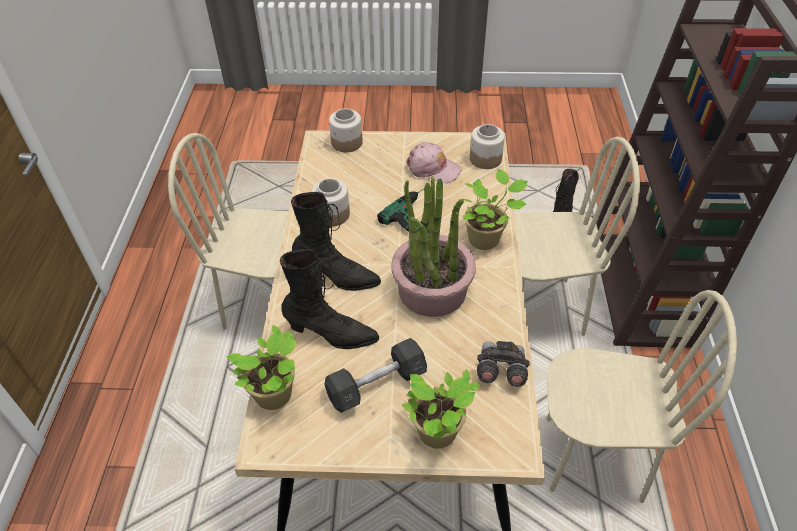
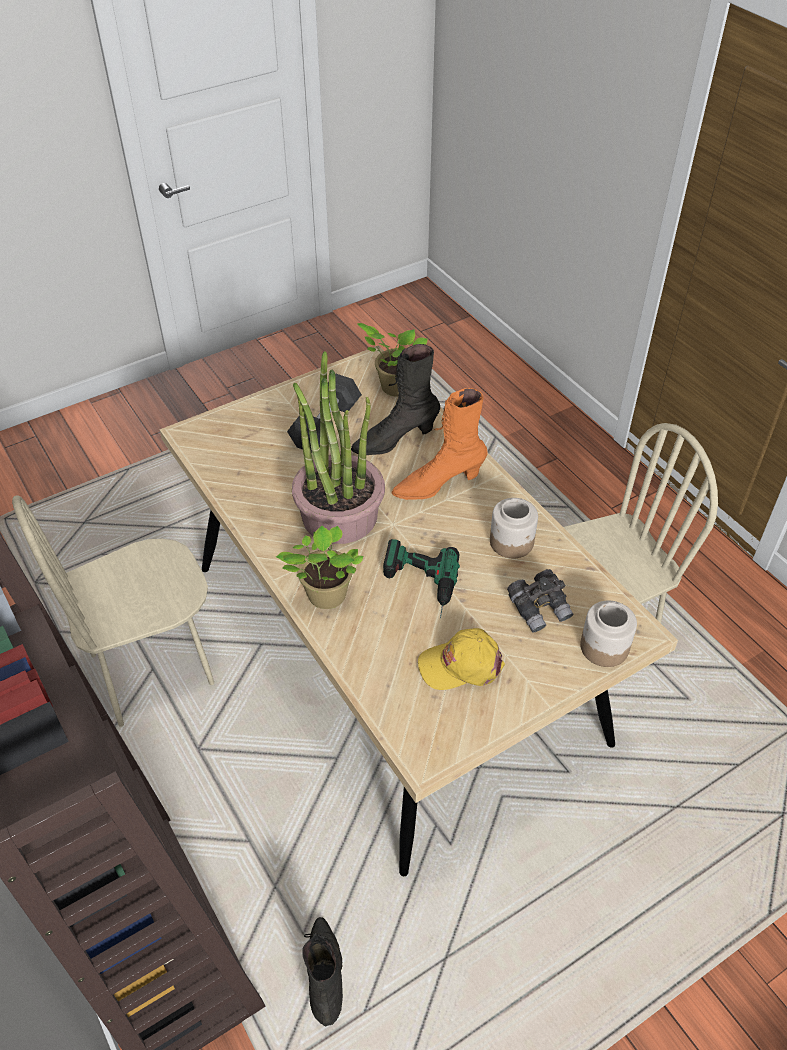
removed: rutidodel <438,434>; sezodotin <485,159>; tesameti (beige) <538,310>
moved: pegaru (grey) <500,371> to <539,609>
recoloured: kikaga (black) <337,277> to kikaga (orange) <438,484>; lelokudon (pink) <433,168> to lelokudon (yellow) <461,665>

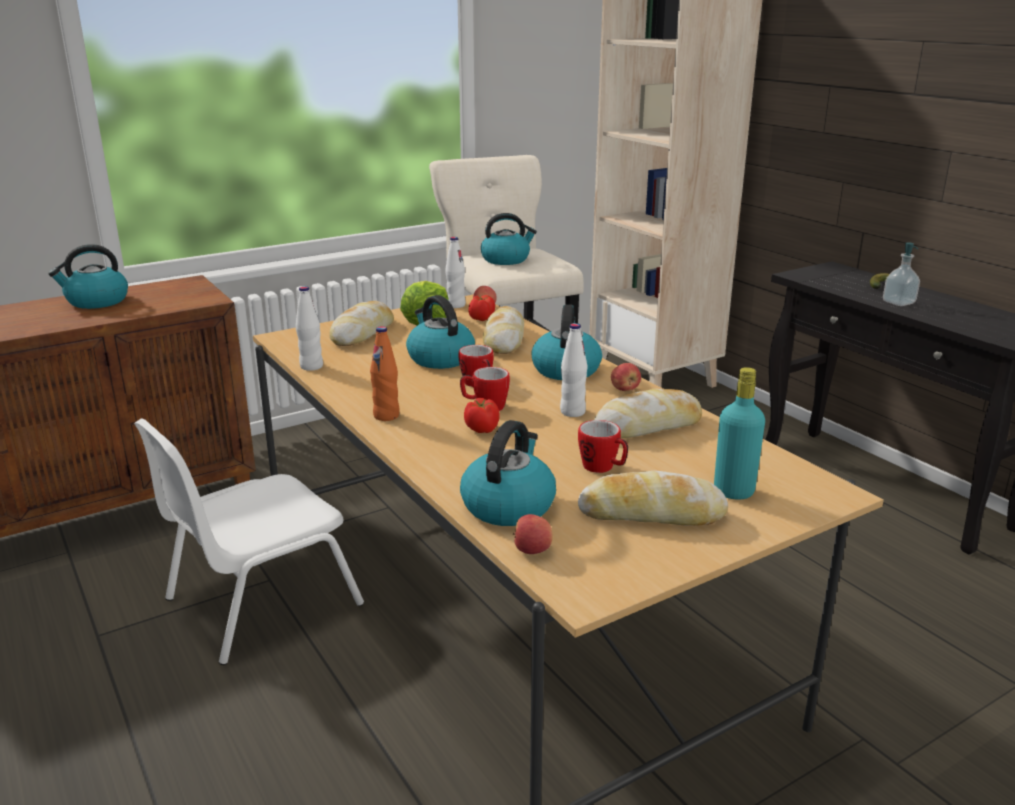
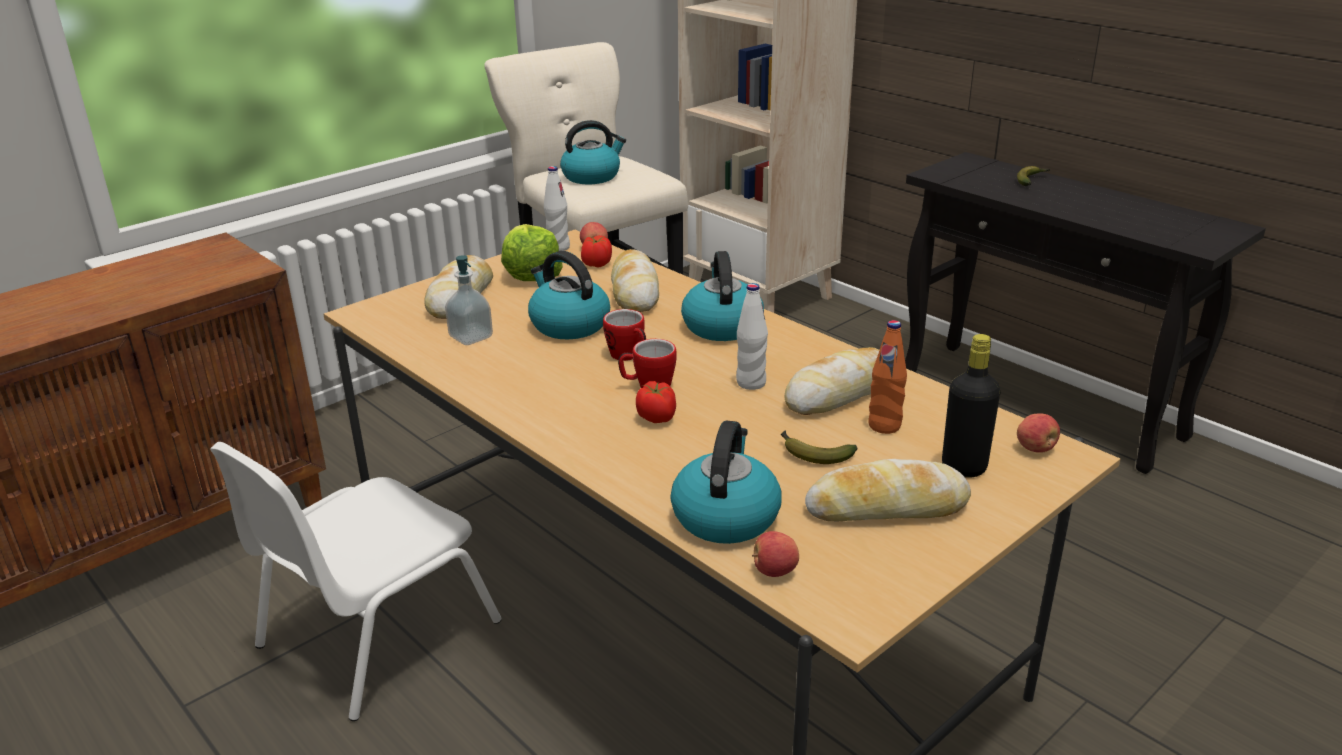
removed: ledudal <96,301>; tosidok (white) <311,366>
moved: tosidok (orange) <386,416> to <884,426>; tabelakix <625,389> to <1035,448>; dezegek <898,302> to <471,337>
replaced: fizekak <603,468> to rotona <813,454>
recoloured: tosidok (turquoise) <733,492> to tosidok (black) <964,468>

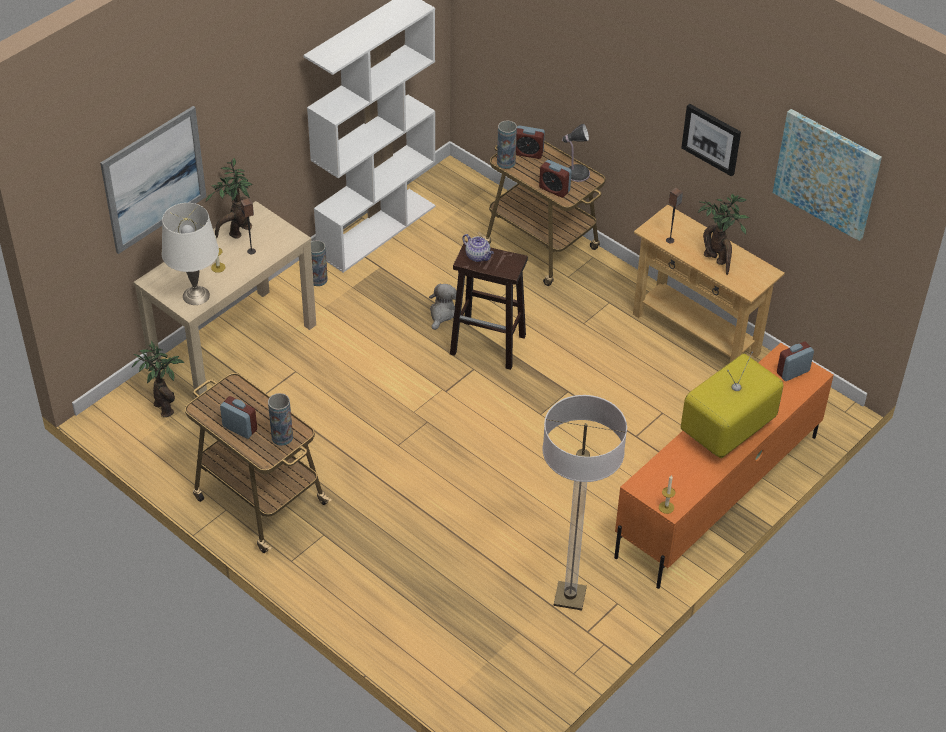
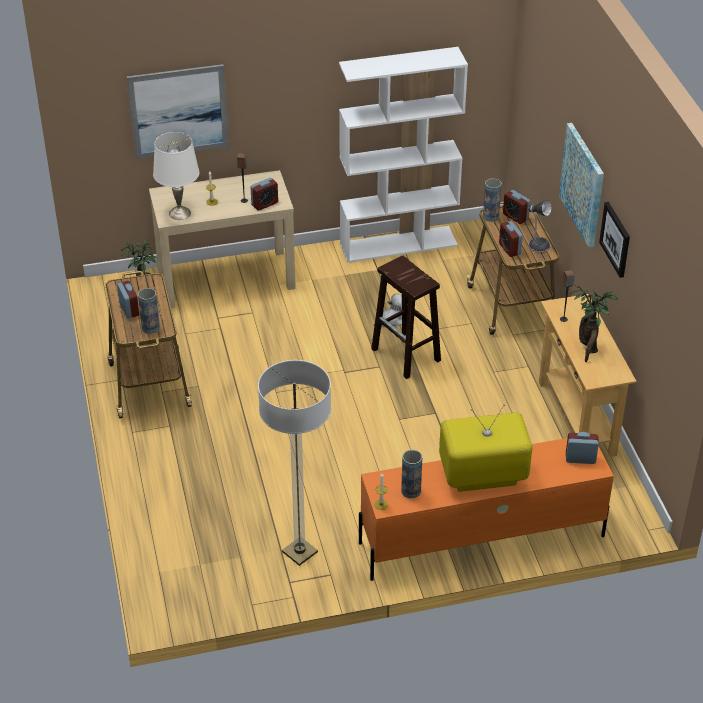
removed: rutidodel <236,232>; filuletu <478,256>
added: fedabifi <264,204>
moved: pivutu <318,279> to <411,491>; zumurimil <827,173> to <583,184>

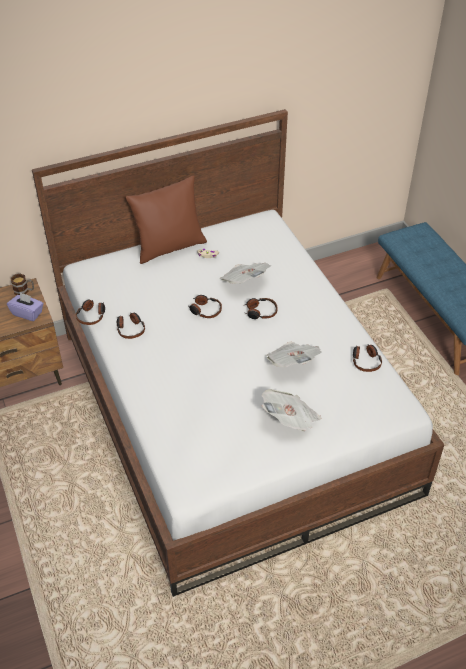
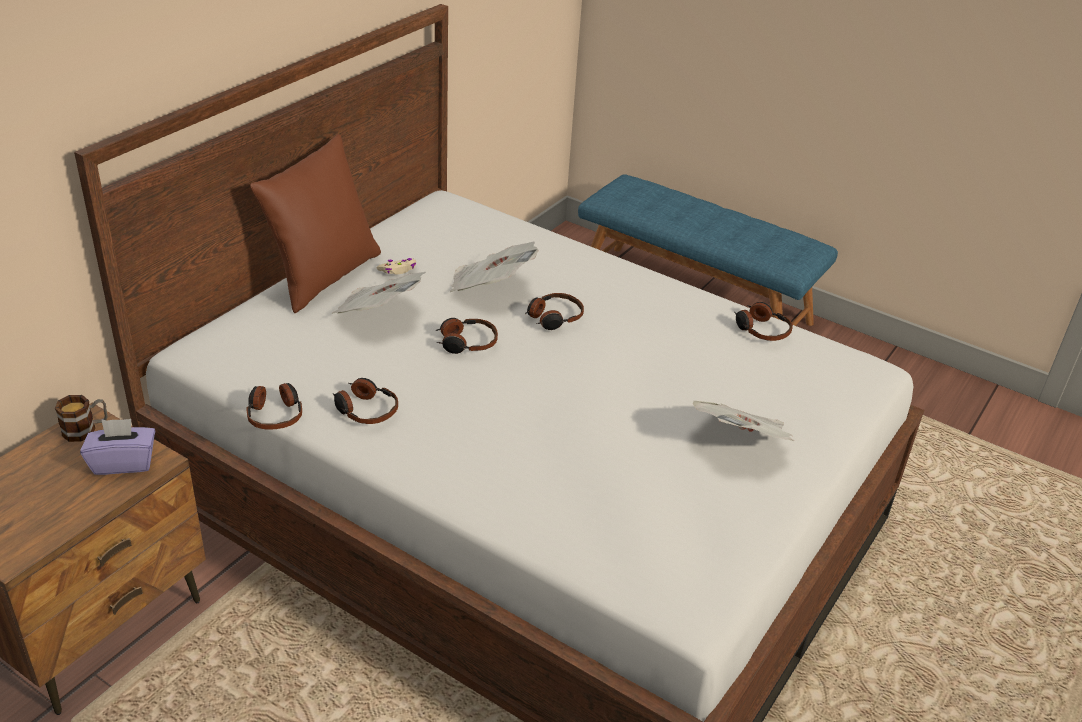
moved: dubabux <292,363> to <379,313>

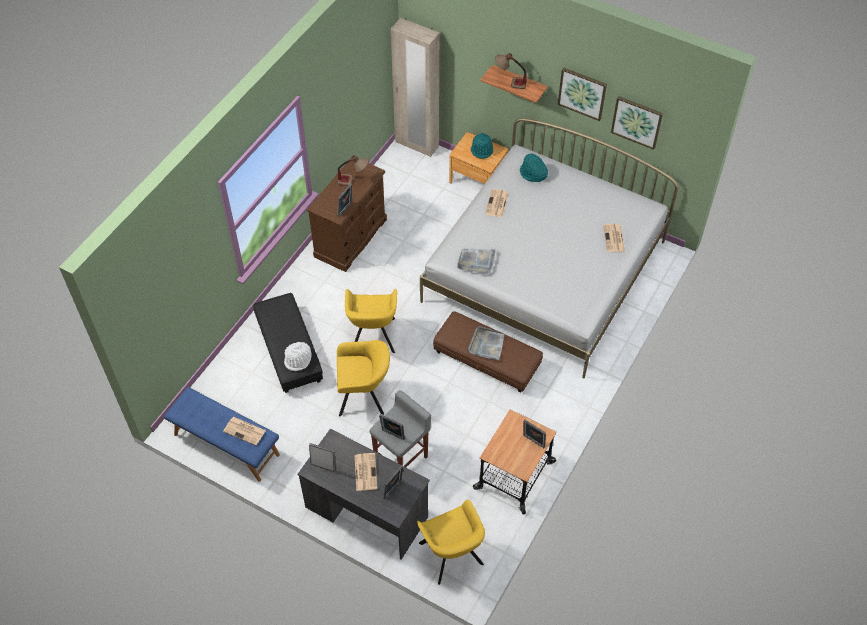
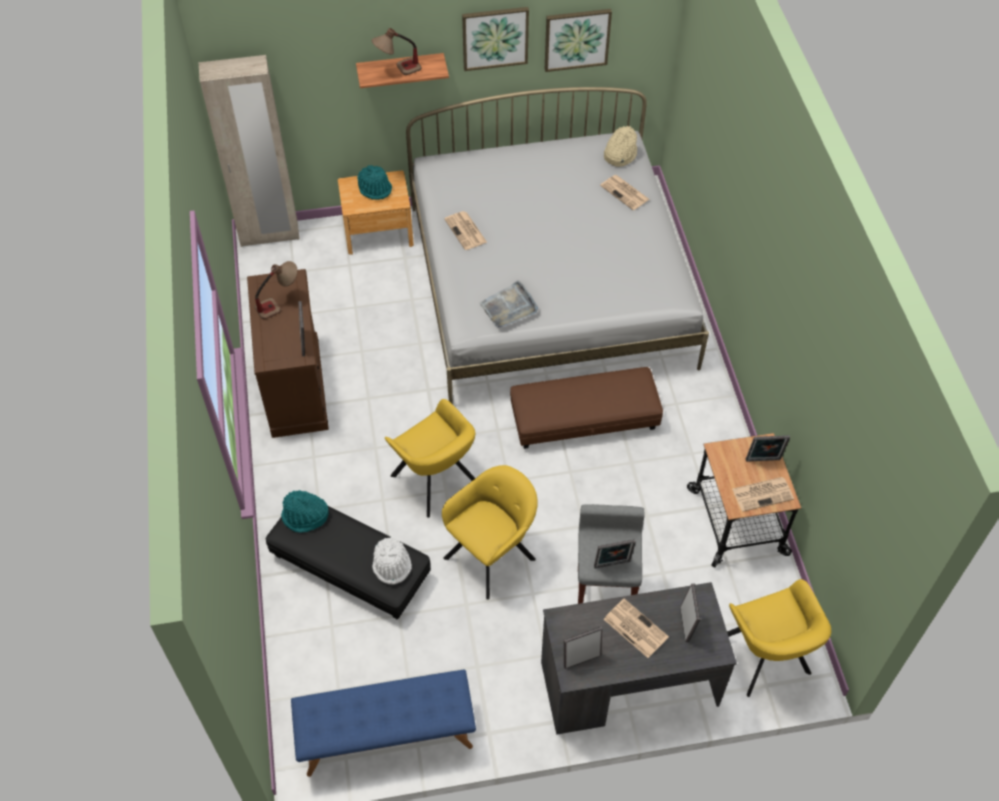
removed: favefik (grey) <486,345>
added: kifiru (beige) <619,154>
moved: dubabux <245,431> to <763,494>; kifiru (turquoise) <533,174> to <305,517>
turned: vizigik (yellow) <451,557> = <765,659> 45 degrees clockwise

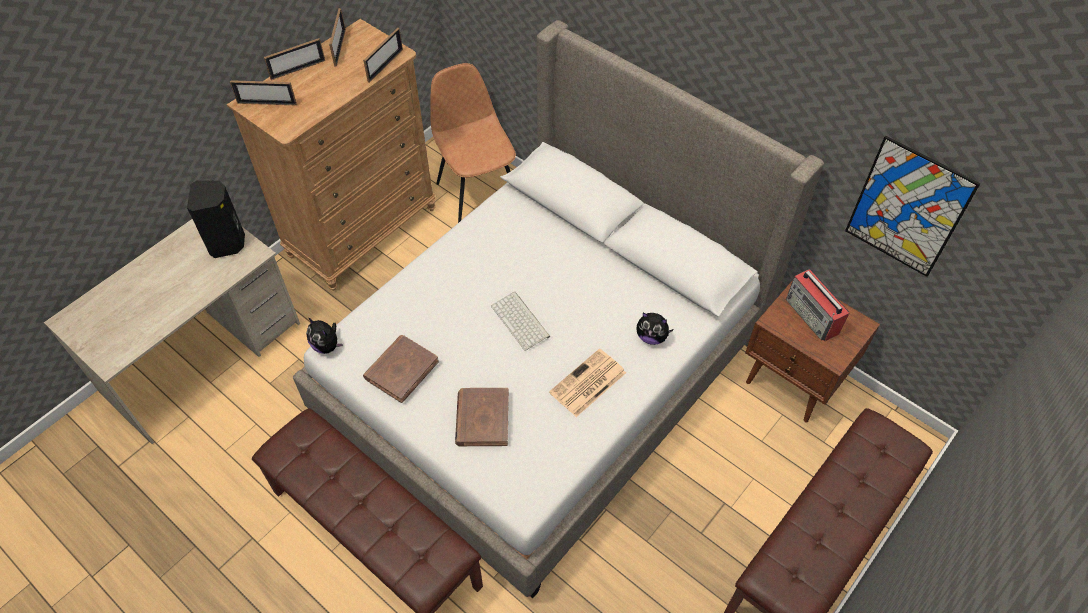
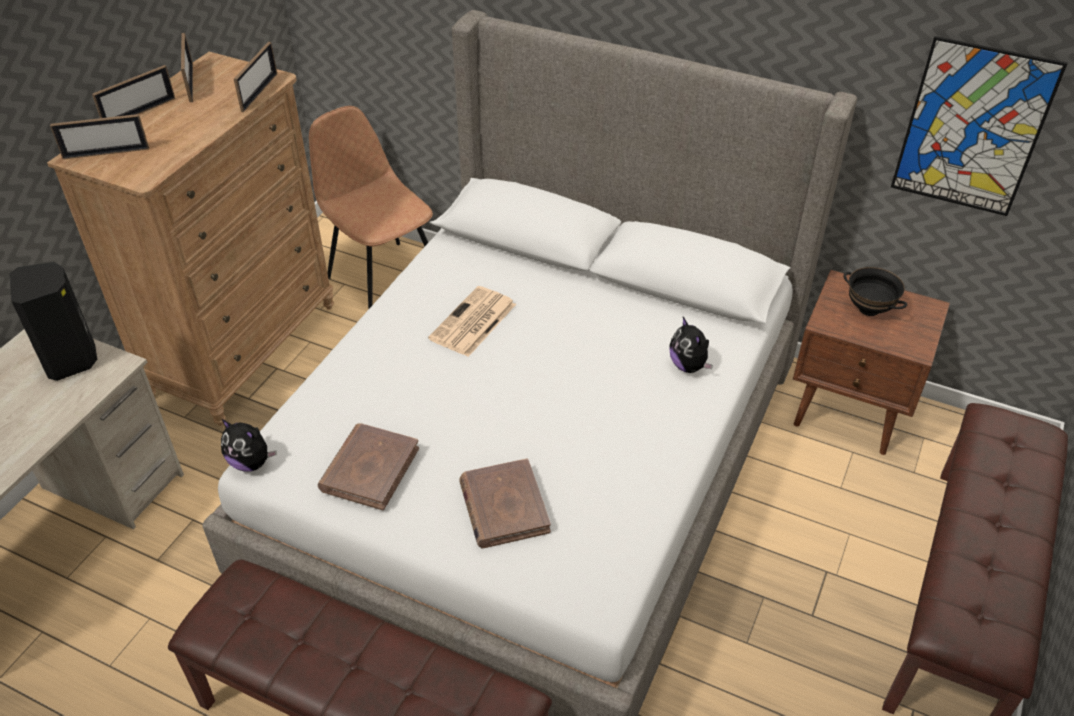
removed: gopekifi <521,321>
moved: dubabux <587,384> to <473,323>
replaced: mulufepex <812,316> to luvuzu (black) <869,309>
turned: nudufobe <651,337> = <689,366> 60 degrees clockwise

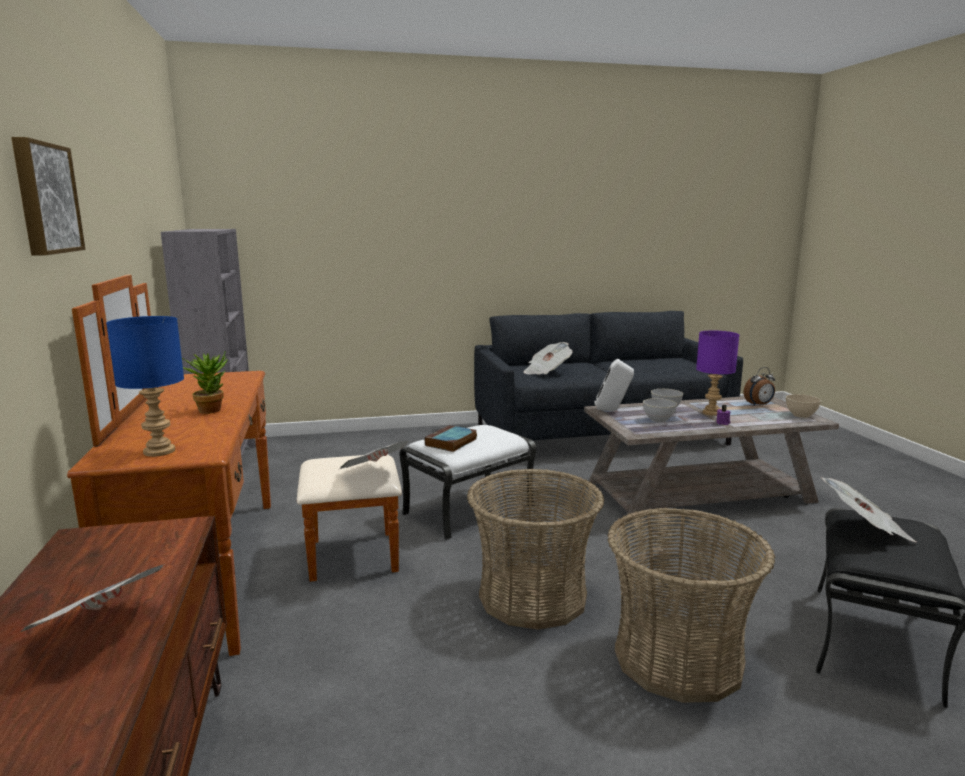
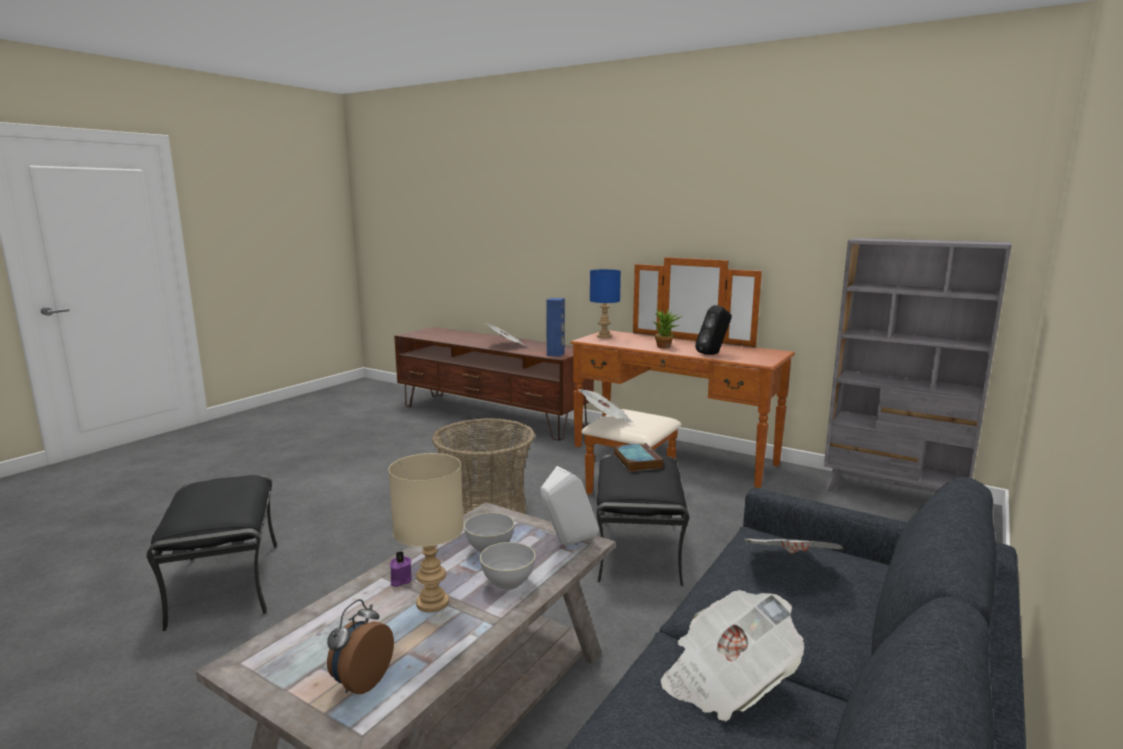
removed: zumurimil <44,198>; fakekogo <678,658>; luvuzu (beige) <801,415>
added: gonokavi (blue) <556,354>; gonokavi (black) <713,354>
moved: dubabux <864,530> to <726,681>
recoloured: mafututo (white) <469,509> to mafututo (black) <639,551>; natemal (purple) <711,413> to natemal (beige) <432,602>

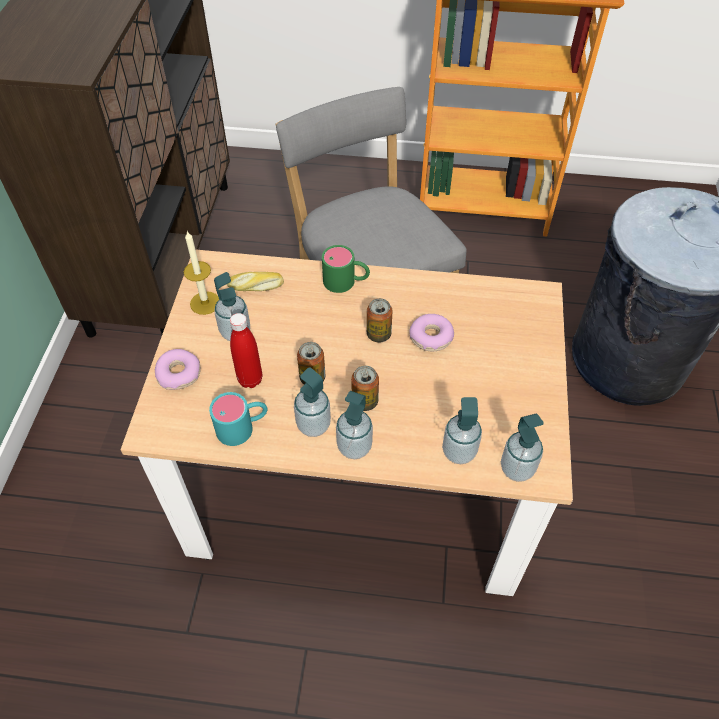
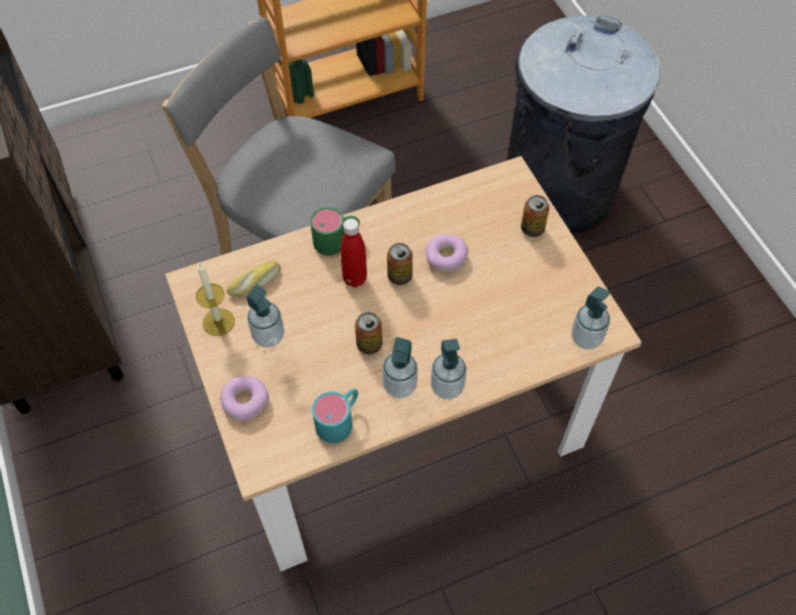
removed: dezegek <459,452>
moved: tosidok (red) <250,379> to <355,279>; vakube <365,401> to <532,229>

